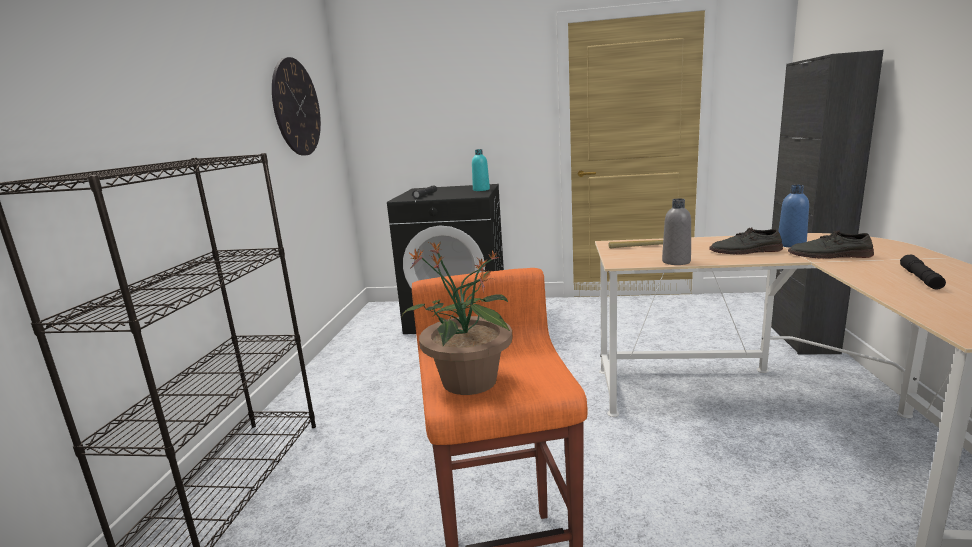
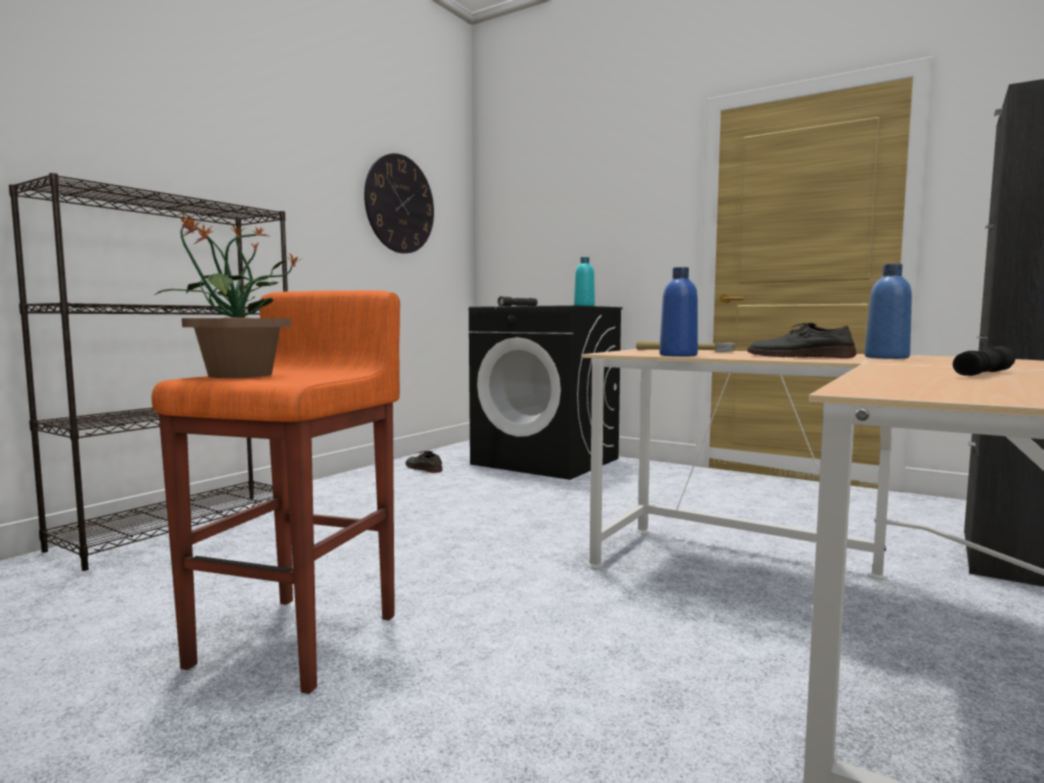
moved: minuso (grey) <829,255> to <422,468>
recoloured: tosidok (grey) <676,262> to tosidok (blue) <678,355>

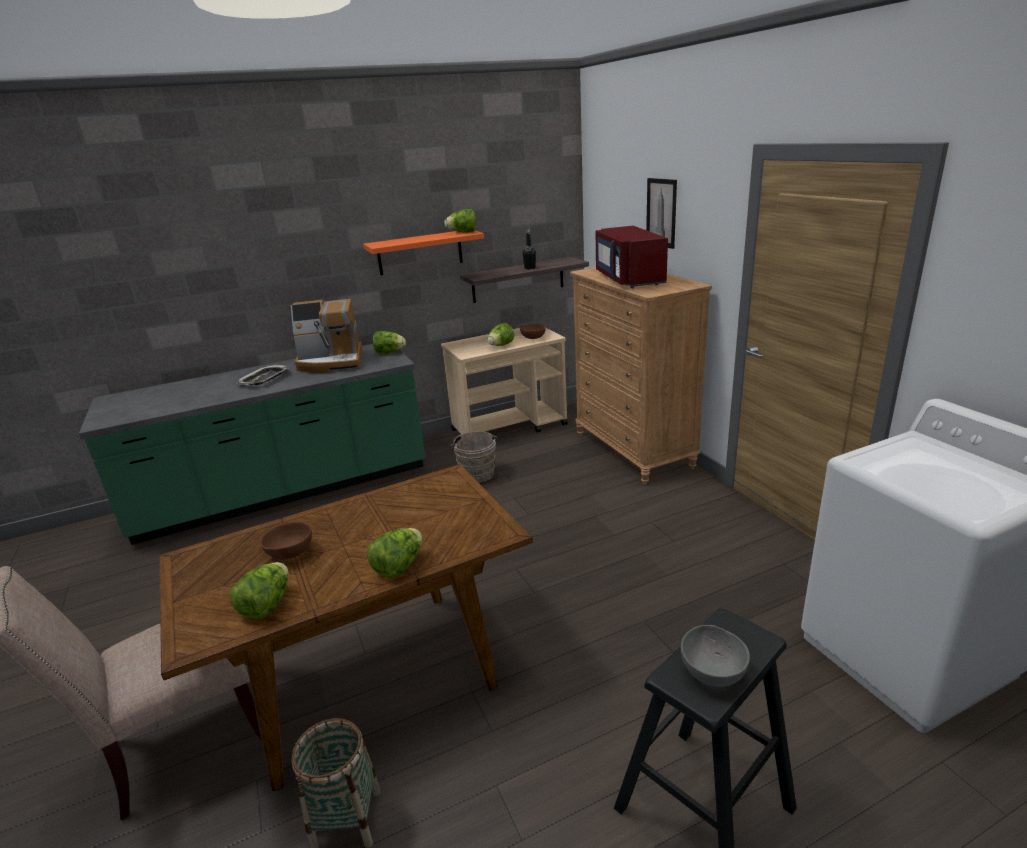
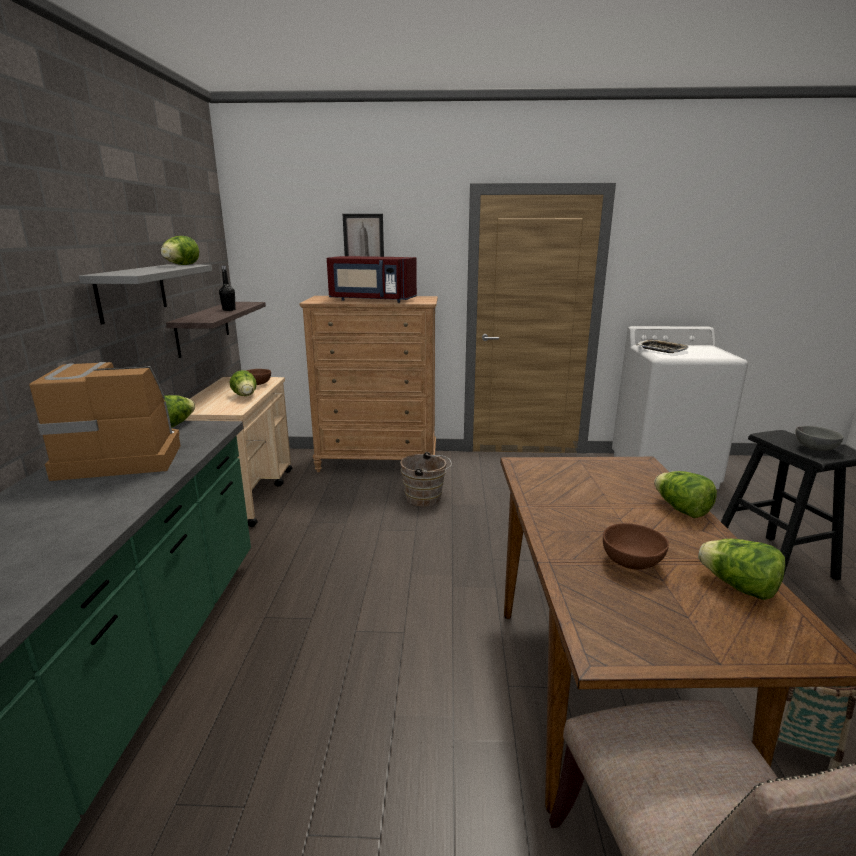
moved: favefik <264,379> to <661,349>; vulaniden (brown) <477,476> to <426,498>
recoloured: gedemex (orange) <420,252> to gedemex (grey) <132,292>
turned: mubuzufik <331,362> = <120,457> 120 degrees counterclockwise

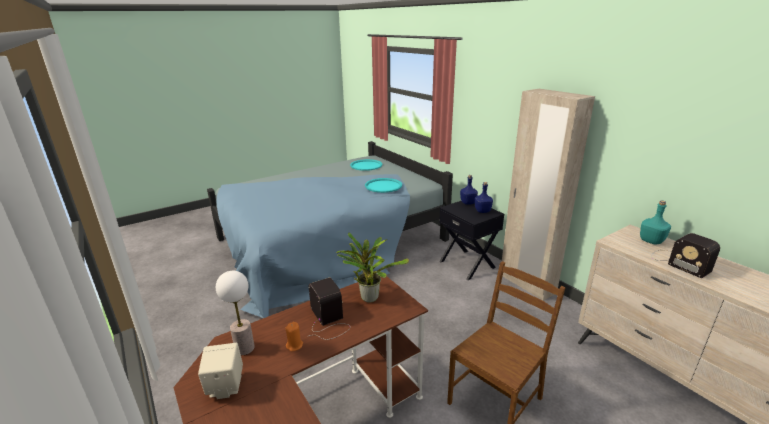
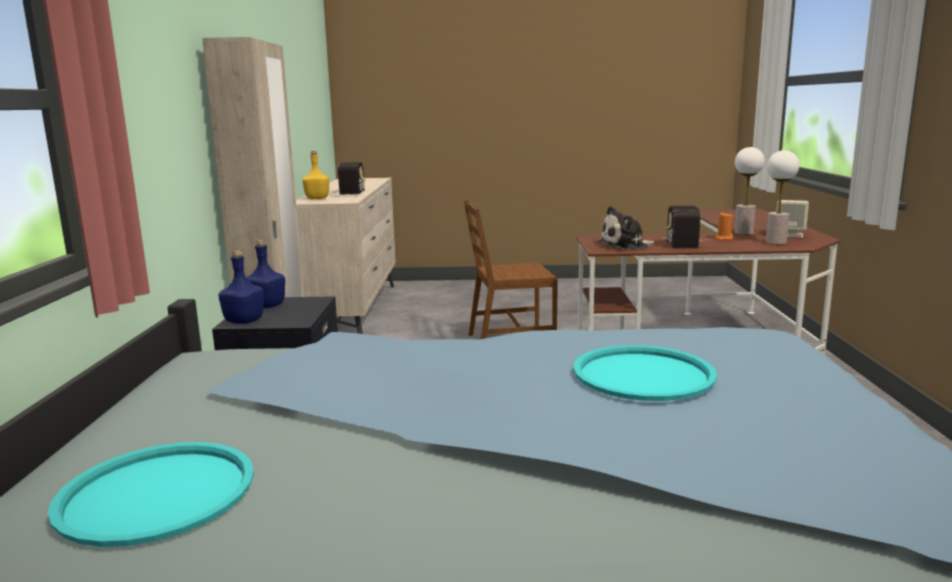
added: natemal <743,233>
moved: favefik (turquoise) <383,186> to <643,374>
replaced: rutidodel <368,296> to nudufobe <626,245>
recoloured: tosidok (turquoise) <651,241> to tosidok (yellow) <316,198>

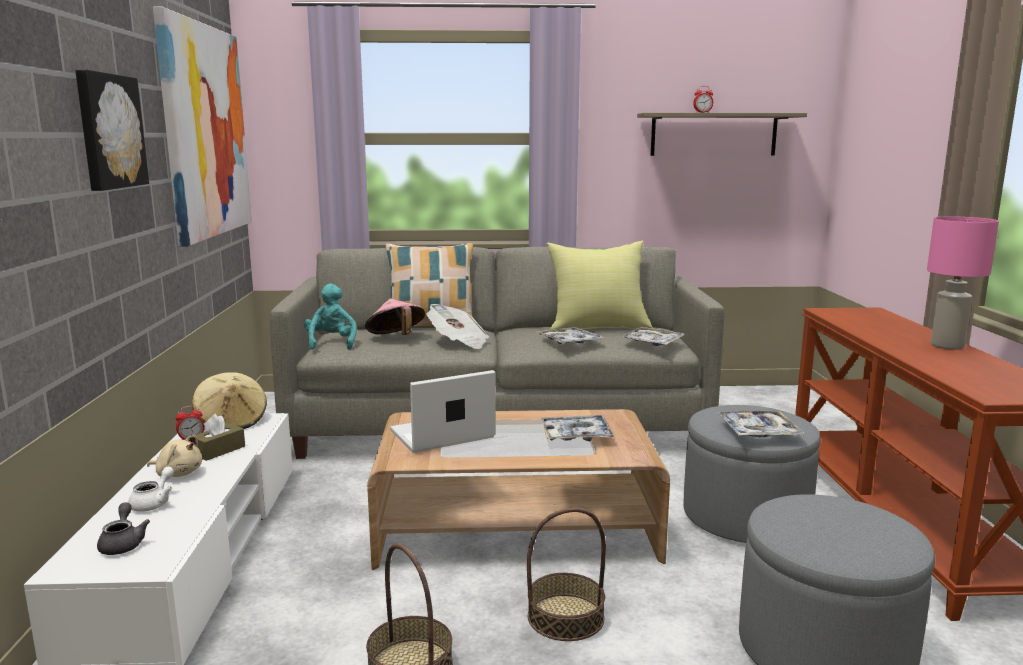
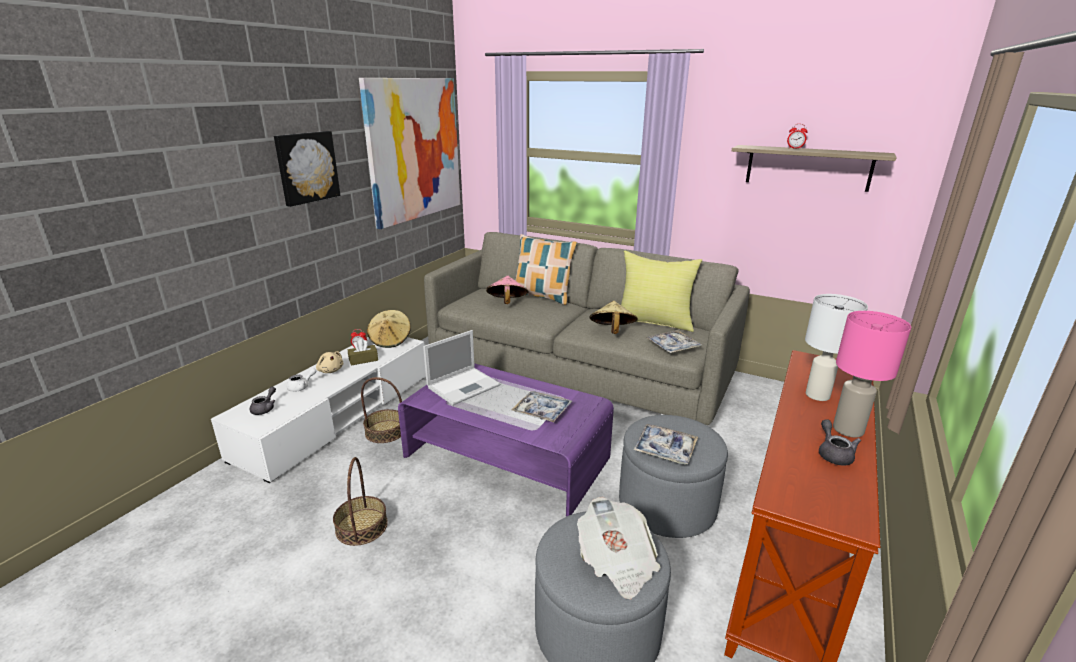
removed: nudufobe (turquoise) <331,343>
added: natemal (white) <816,395>; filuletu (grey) <833,454>
moved: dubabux <458,342> to <617,563>; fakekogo <565,617> to <385,431>
replaced: favefik <569,342> to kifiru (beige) <612,332>
recoloured: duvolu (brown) <516,527> to duvolu (purple) <507,457>
turned: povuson <440,435> = <464,385> 135 degrees clockwise

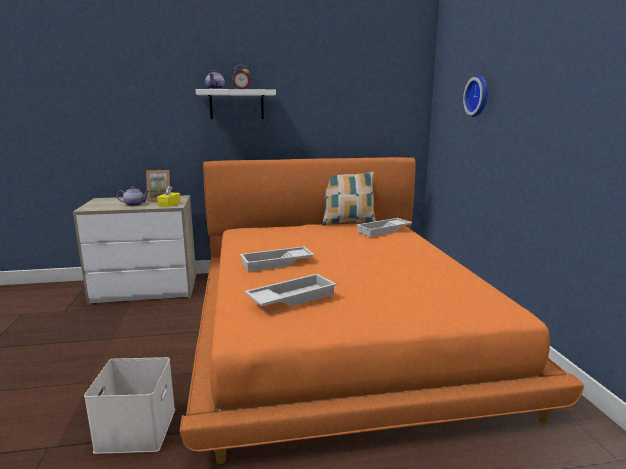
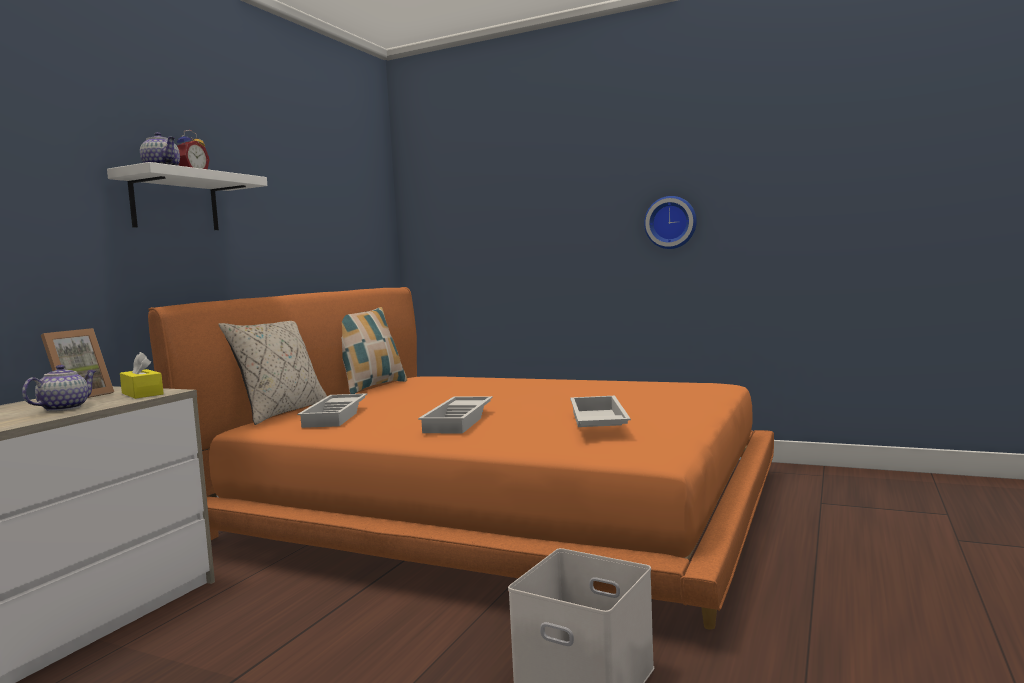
added: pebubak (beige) <280,413>
moved: favefik (white) <384,230> to <336,416>; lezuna <479,96> to <671,222>

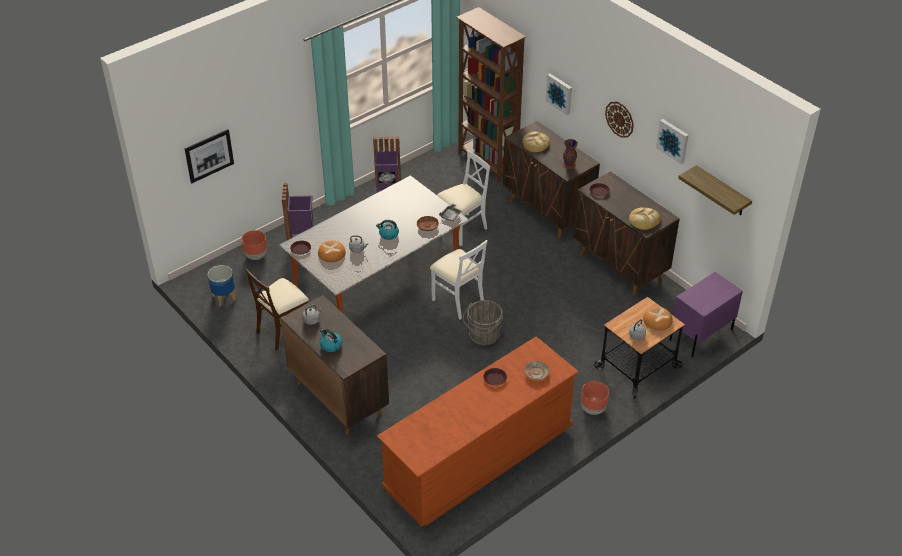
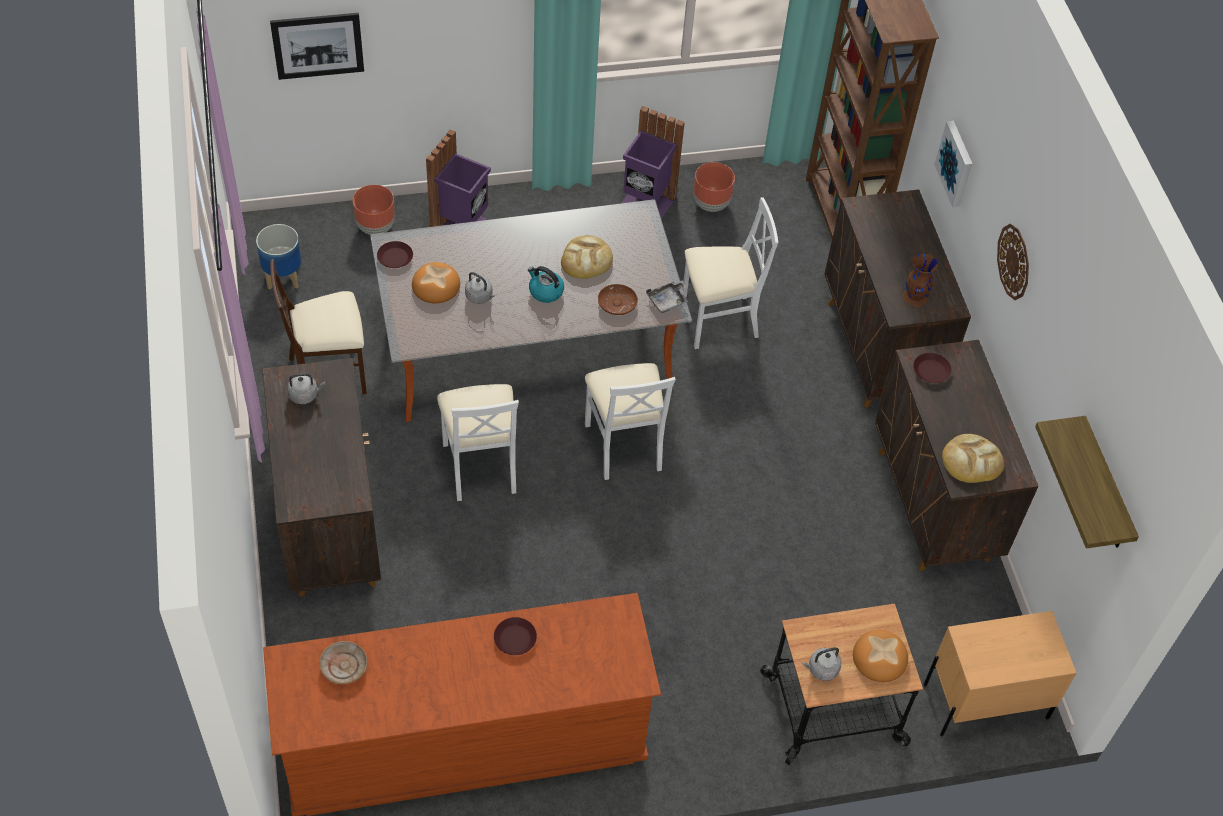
removed: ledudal <330,345>; vulaniden (grey) <483,336>; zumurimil <673,140>
added: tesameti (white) <481,466>
moved: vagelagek <535,143> to <586,260>; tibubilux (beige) <536,373> to <344,666>; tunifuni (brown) <593,409> to <711,204>
recoloured: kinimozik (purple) <700,334> to kinimozik (beige) <985,701>

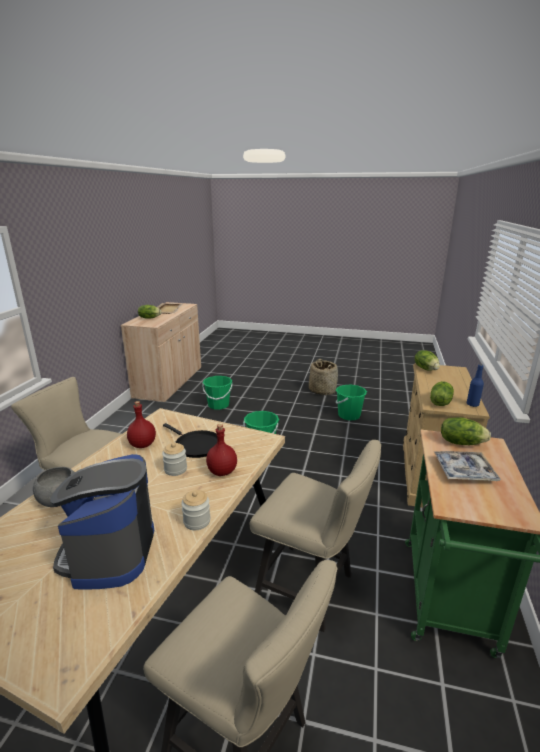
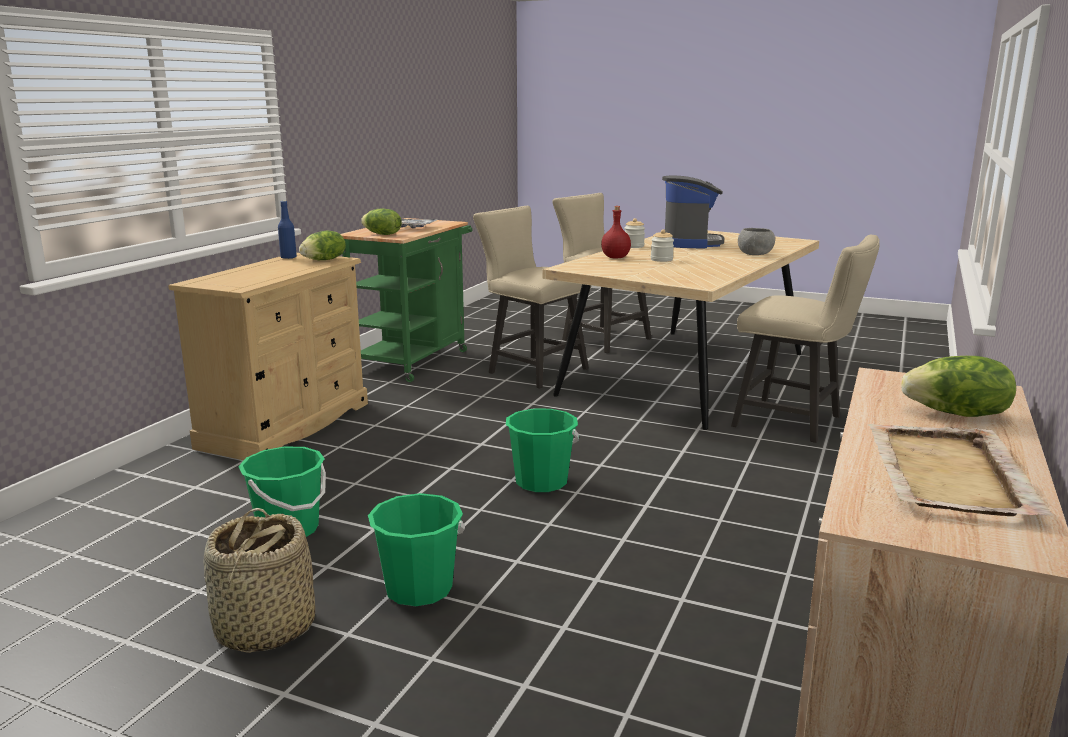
removed: tosidok (red) <142,445>; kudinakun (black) <196,445>; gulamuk <426,369>
moved: vulaniden (green) <218,405> to <419,589>

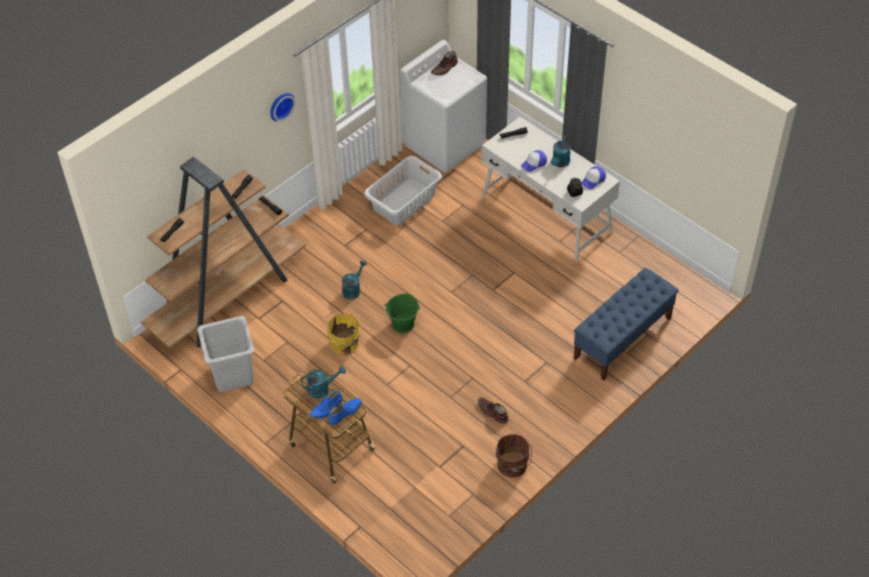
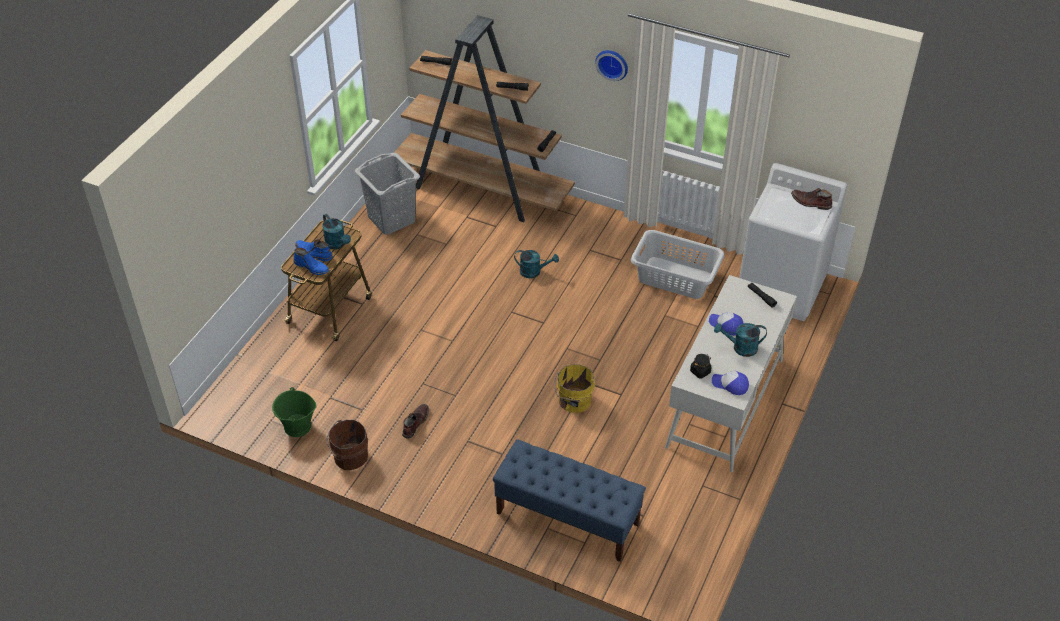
moved: vulaniden (yellow) <345,344> to <574,401>; vulaniden (green) <403,324> to <297,427>

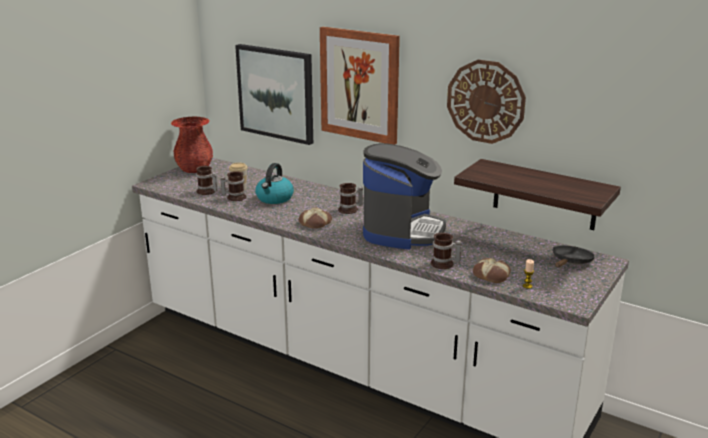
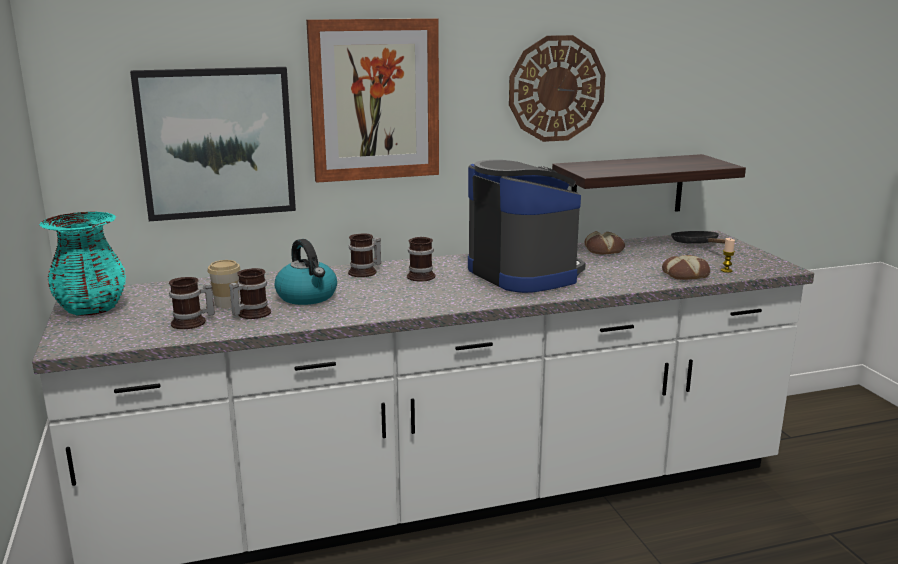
moved: vagelagek <315,223> to <604,249>; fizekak <444,264> to <365,272>
recoloured: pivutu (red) <194,169> to pivutu (turquoise) <92,308>

